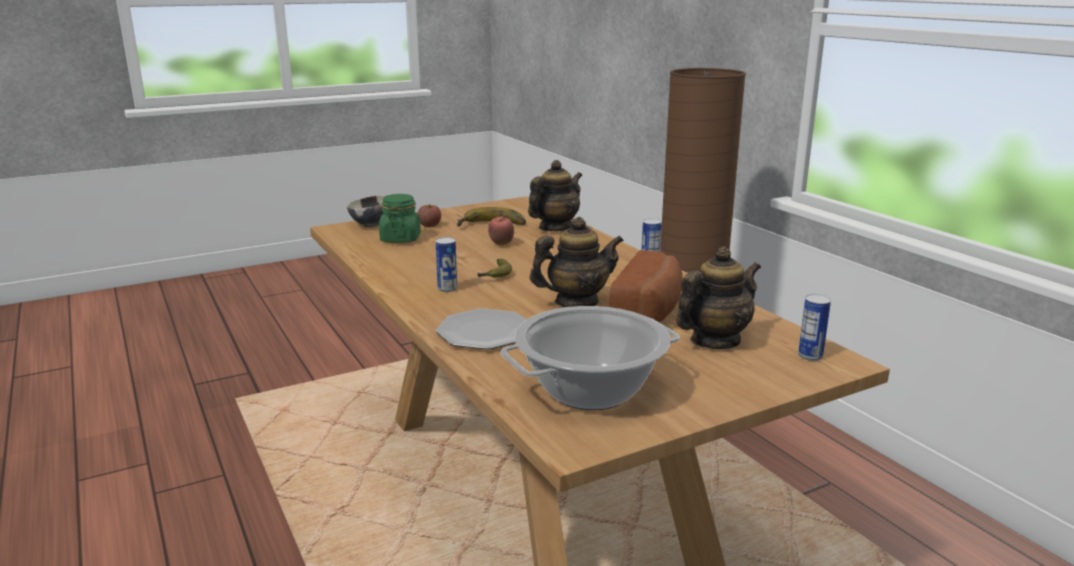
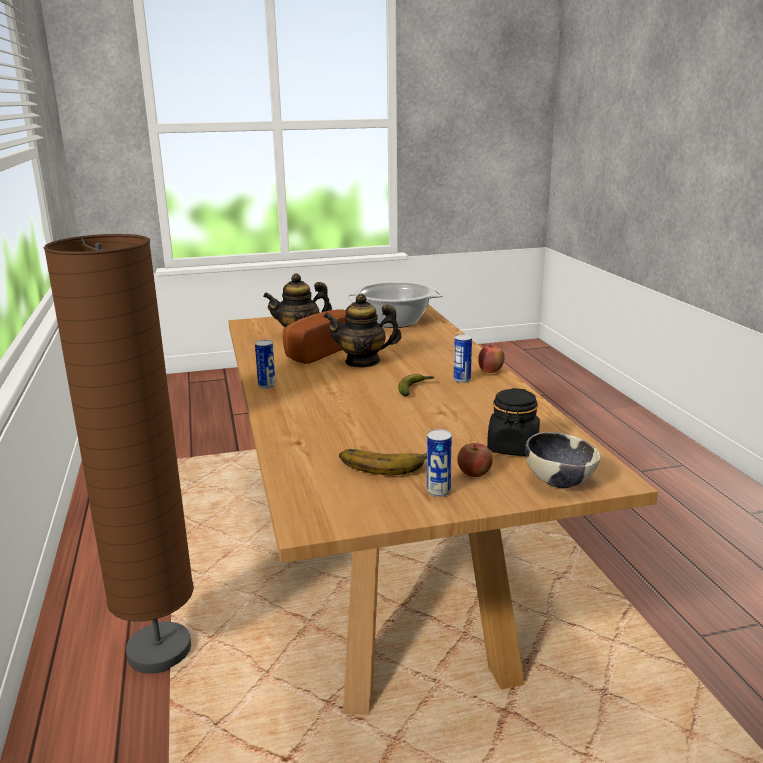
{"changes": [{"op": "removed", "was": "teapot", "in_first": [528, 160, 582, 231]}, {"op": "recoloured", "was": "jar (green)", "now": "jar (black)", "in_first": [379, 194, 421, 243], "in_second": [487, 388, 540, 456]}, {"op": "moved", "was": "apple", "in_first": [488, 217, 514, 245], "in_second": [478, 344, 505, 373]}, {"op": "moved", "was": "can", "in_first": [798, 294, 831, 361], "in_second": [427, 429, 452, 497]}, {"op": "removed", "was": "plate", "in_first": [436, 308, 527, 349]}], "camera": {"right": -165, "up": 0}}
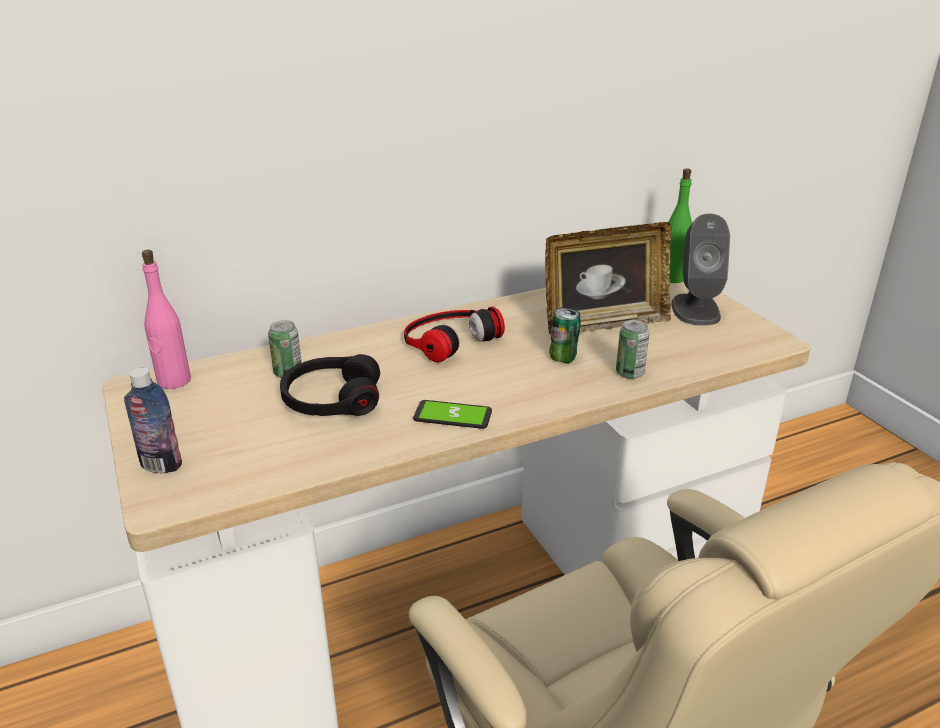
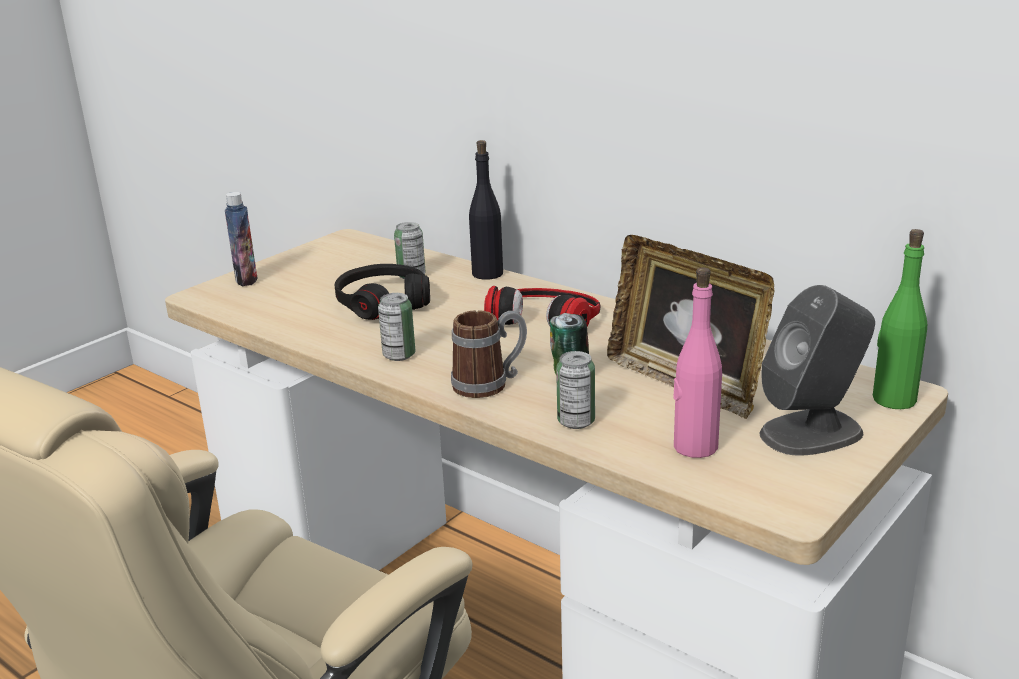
{"changes": [{"op": "moved", "was": "bottle (pink)", "in_first": [142, 250, 191, 389], "in_second": [674, 268, 722, 458]}, {"op": "replaced", "was": "phone", "now": "can", "in_first": [413, 400, 492, 429], "in_second": [378, 293, 416, 361]}, {"op": "added", "now": "bottle (black)", "in_second": [469, 140, 503, 280]}, {"op": "added", "now": "mug", "in_second": [451, 310, 527, 398]}], "camera": {"right": 65, "up": -5}}
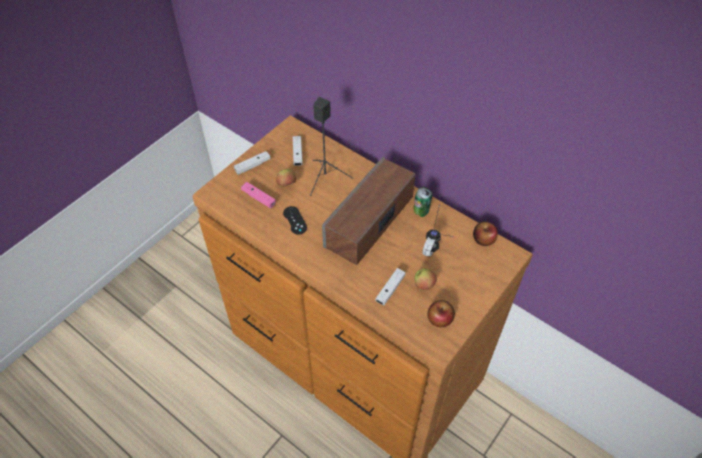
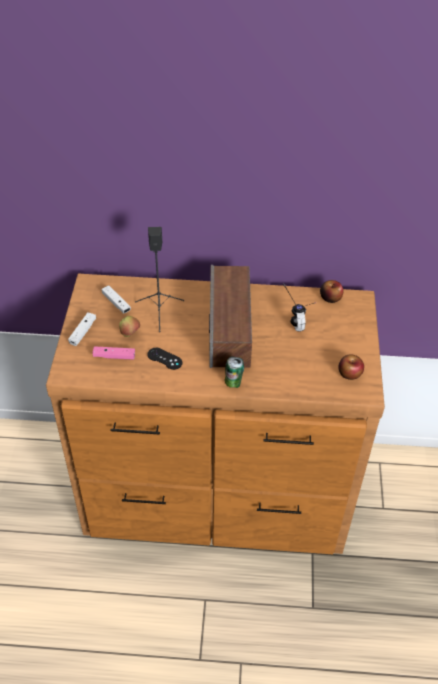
{"changes": [{"op": "moved", "was": "can", "in_first": [414, 187, 432, 217], "in_second": [225, 356, 244, 388]}, {"op": "removed", "was": "game controller (white)", "in_first": [375, 268, 406, 305]}, {"op": "removed", "was": "apple", "in_first": [415, 268, 437, 291]}], "camera": {"right": -35, "up": -5}}
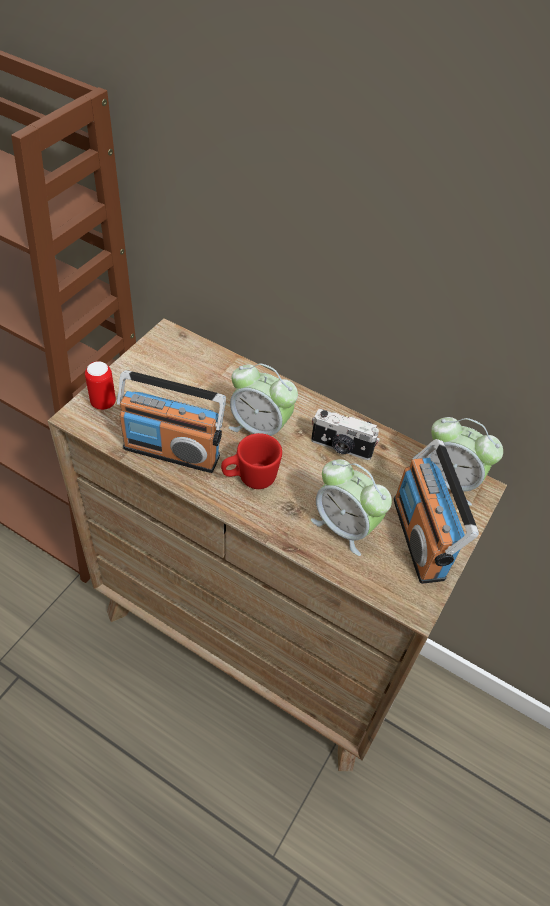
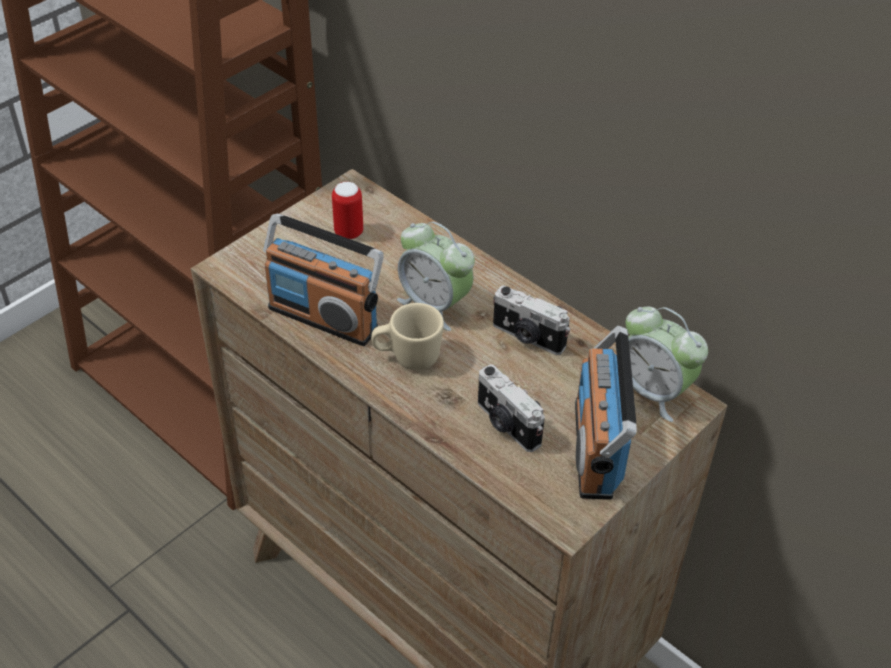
{"changes": [{"op": "moved", "was": "can", "in_first": [85, 361, 116, 410], "in_second": [332, 182, 363, 239]}, {"op": "recoloured", "was": "mug (red)", "now": "mug (beige)", "in_first": [221, 433, 282, 489], "in_second": [371, 303, 444, 371]}, {"op": "replaced", "was": "alarm clock", "now": "photo camera", "in_first": [311, 459, 392, 556], "in_second": [478, 364, 545, 452]}], "camera": {"right": 15, "up": -5}}
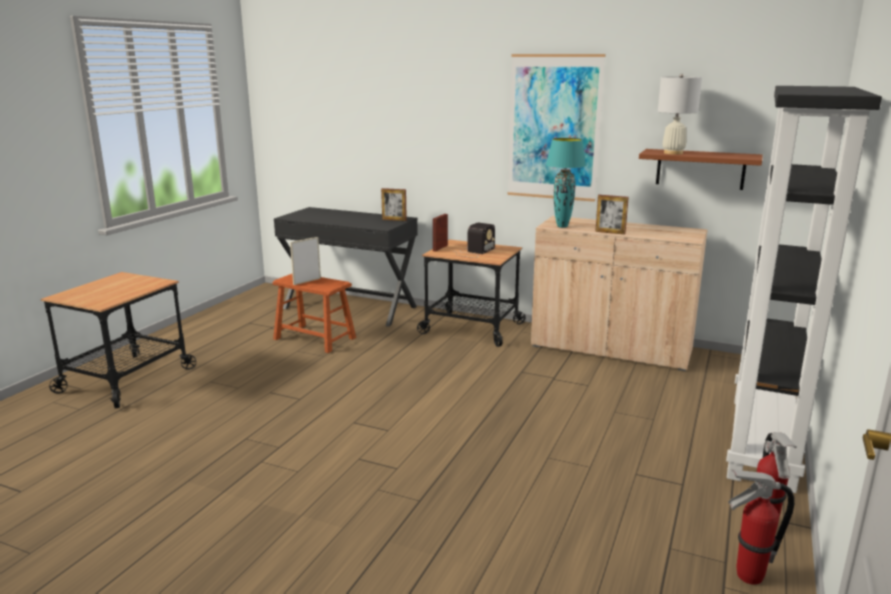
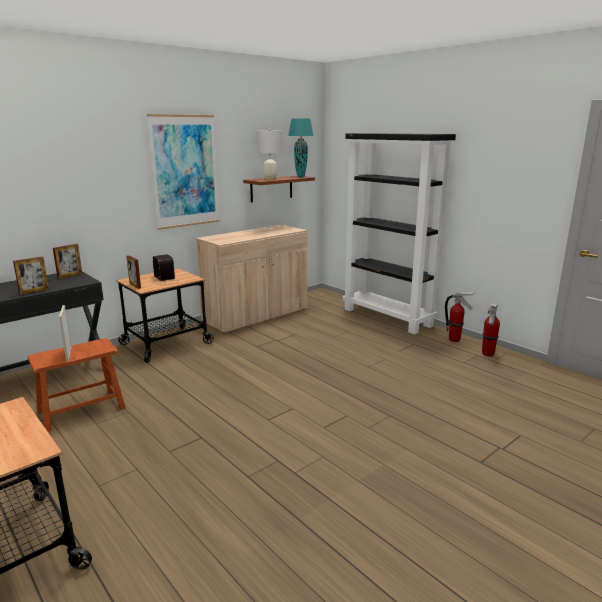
{"changes": [{"op": "moved", "was": "table lamp (turquoise)", "in_first": [546, 138, 586, 228], "in_second": [288, 119, 314, 177]}, {"op": "moved", "was": "picture frame", "in_first": [595, 195, 629, 235], "in_second": [13, 257, 49, 295]}], "camera": {"right": -65, "up": 0}}
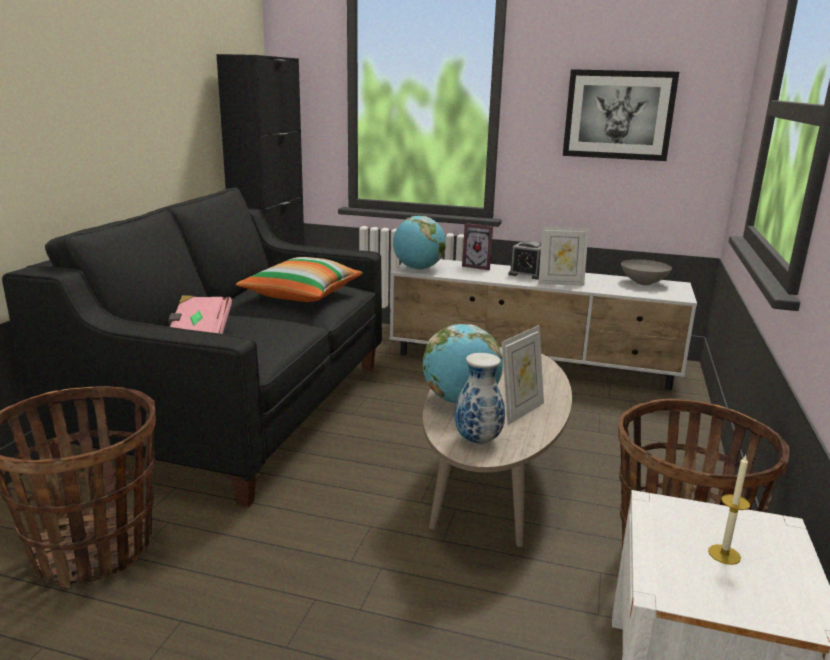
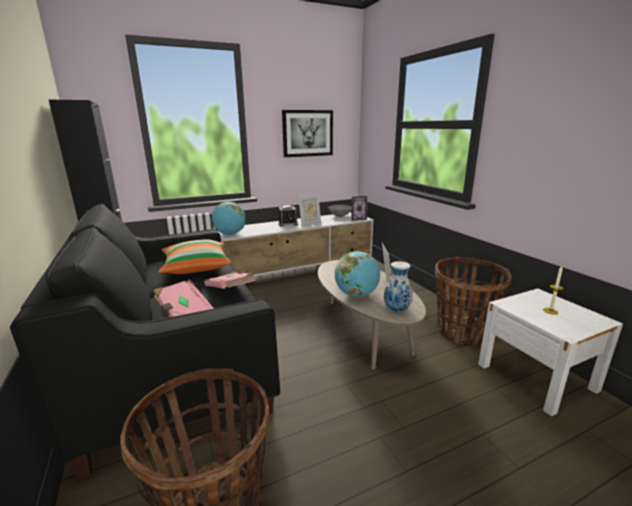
{"changes": [{"op": "moved", "was": "picture frame", "in_first": [462, 223, 493, 270], "in_second": [352, 196, 368, 221]}, {"op": "added", "now": "book (pink)", "in_second": [204, 271, 255, 289]}], "camera": {"right": -40, "up": 0}}
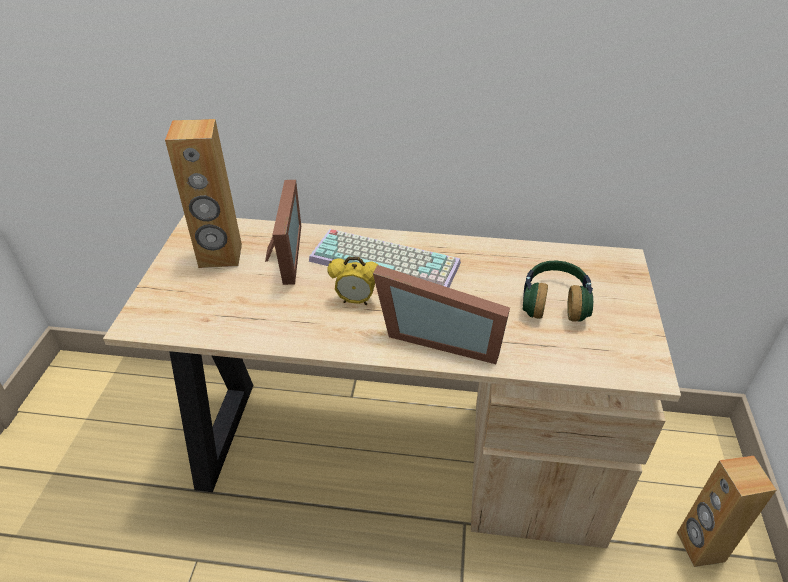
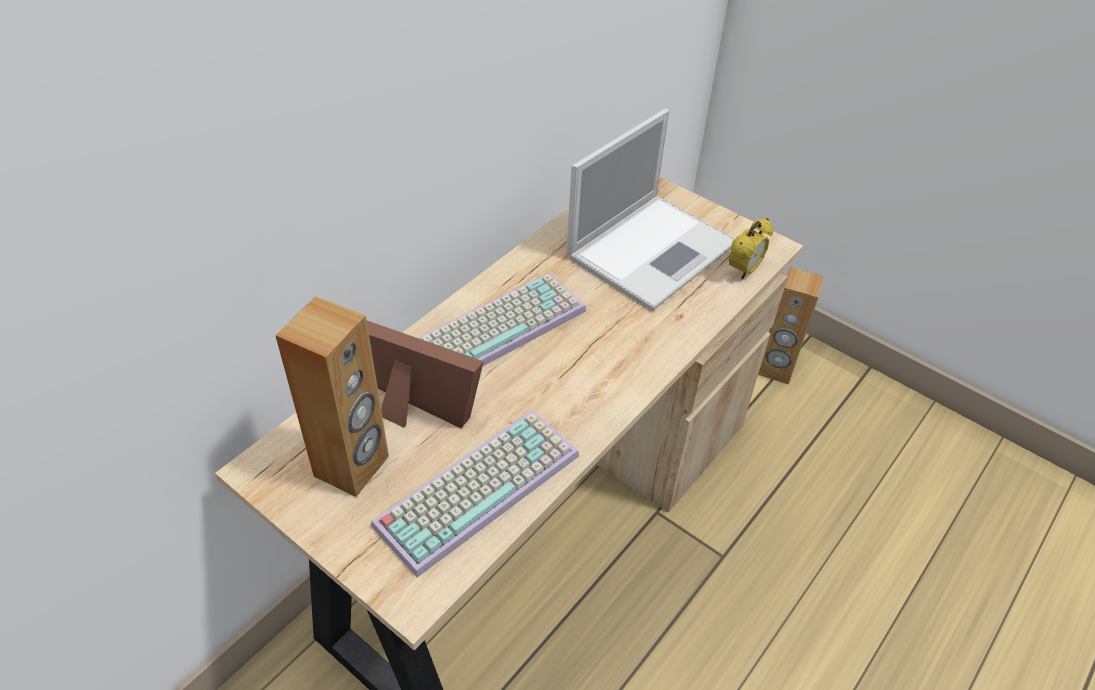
{"changes": [{"op": "moved", "was": "alarm clock", "in_first": [327, 257, 378, 305], "in_second": [729, 218, 774, 279]}, {"op": "replaced", "was": "headphones", "now": "laptop", "in_first": [522, 261, 593, 321], "in_second": [566, 109, 734, 311]}, {"op": "removed", "was": "picture frame", "in_first": [373, 265, 510, 364]}, {"op": "added", "now": "keyboard", "in_second": [371, 410, 579, 578]}], "camera": {"right": -60, "up": 5}}
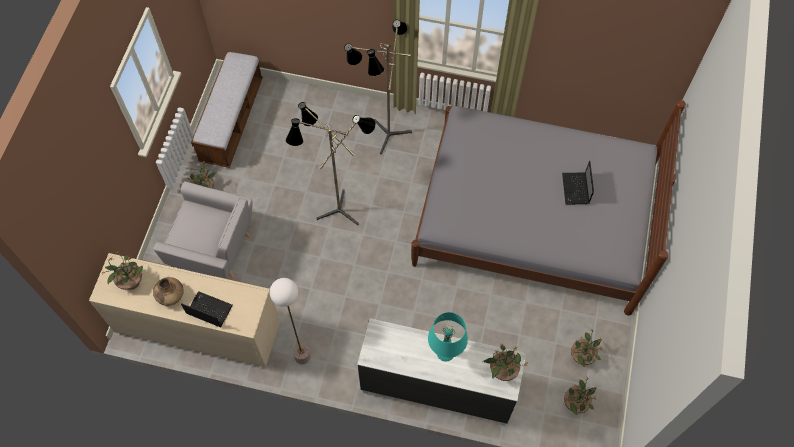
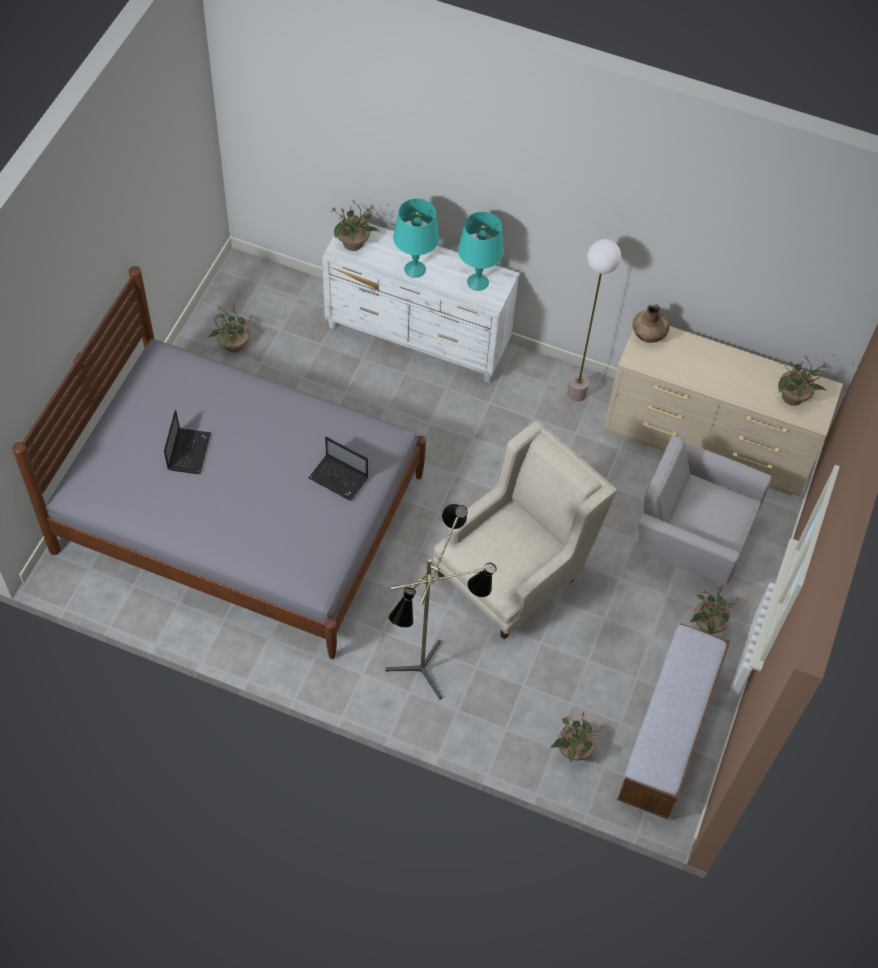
{"changes": [{"op": "replaced", "was": "floor lamp", "now": "armchair (beige)", "in_first": [286, 102, 376, 225], "in_second": [433, 420, 617, 640]}, {"op": "moved", "was": "vase (brown)", "in_first": [153, 277, 184, 306], "in_second": [633, 304, 669, 343]}, {"op": "moved", "was": "laptop", "in_first": [181, 291, 232, 327], "in_second": [309, 437, 368, 501]}, {"op": "moved", "was": "potted plant", "in_first": [564, 376, 597, 415], "in_second": [550, 712, 605, 762]}, {"op": "added", "now": "table lamp (turquoise)", "in_second": [458, 212, 504, 291]}], "camera": {"right": -175, "up": -5}}
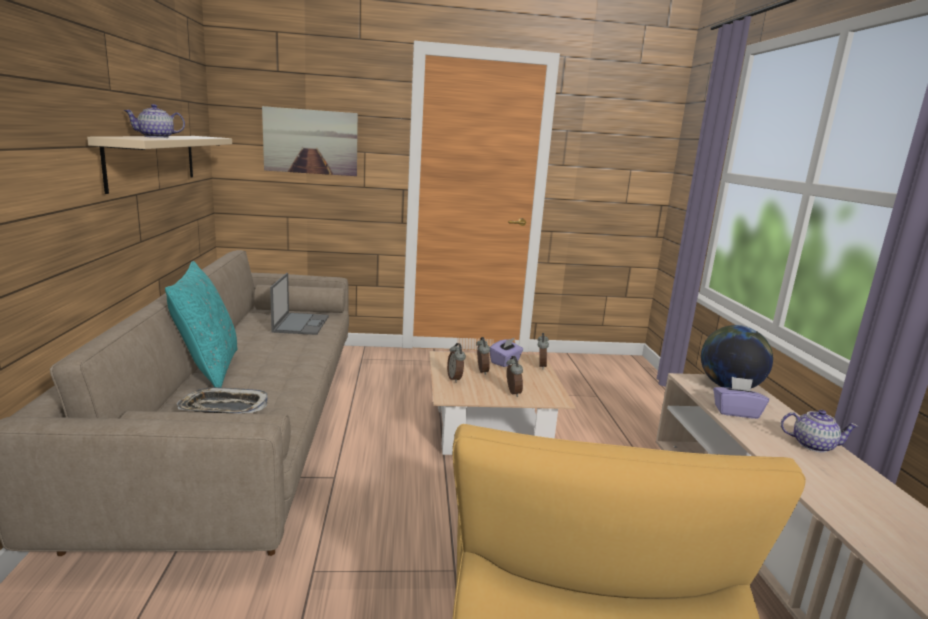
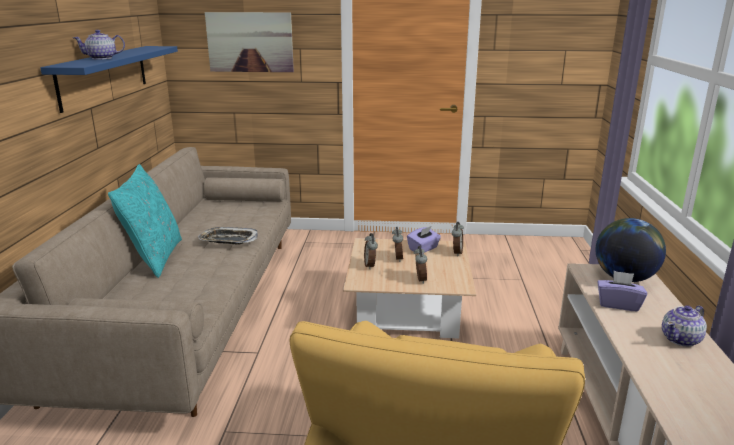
{"changes": [{"op": "recoloured", "was": "shelf (beige)", "now": "shelf (blue)", "in_first": [87, 136, 232, 194], "in_second": [40, 46, 178, 113]}, {"op": "removed", "was": "laptop", "in_first": [270, 273, 329, 335]}, {"op": "moved", "was": "tray", "in_first": [177, 387, 268, 414], "in_second": [198, 227, 258, 245]}, {"op": "turned", "was": "teapot", "in_first": [781, 410, 859, 453], "in_second": [662, 305, 707, 347], "clockwise": 120}], "camera": {"right": 10, "up": 5}}
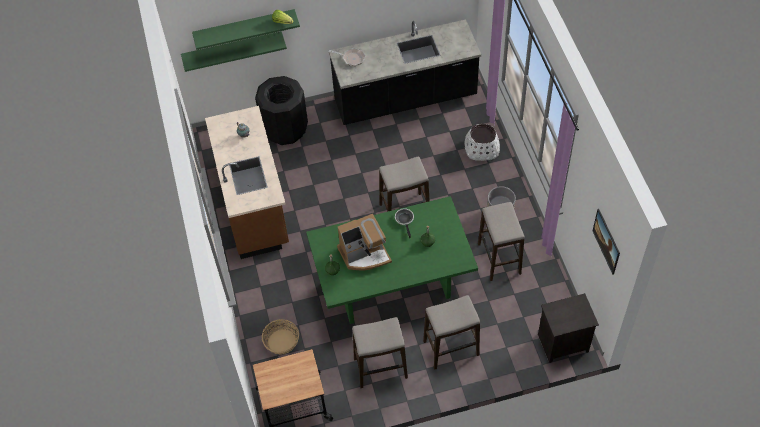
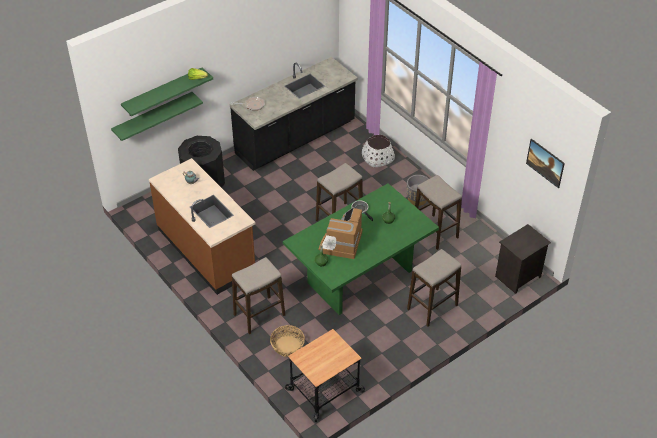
{"changes": [{"op": "turned", "was": "coffee machine", "in_first": [337, 214, 392, 271], "in_second": [318, 208, 362, 259], "clockwise": 150}, {"op": "moved", "was": "stool", "in_first": [352, 317, 408, 388], "in_second": [232, 257, 285, 334]}], "camera": {"right": -25, "up": -10}}
